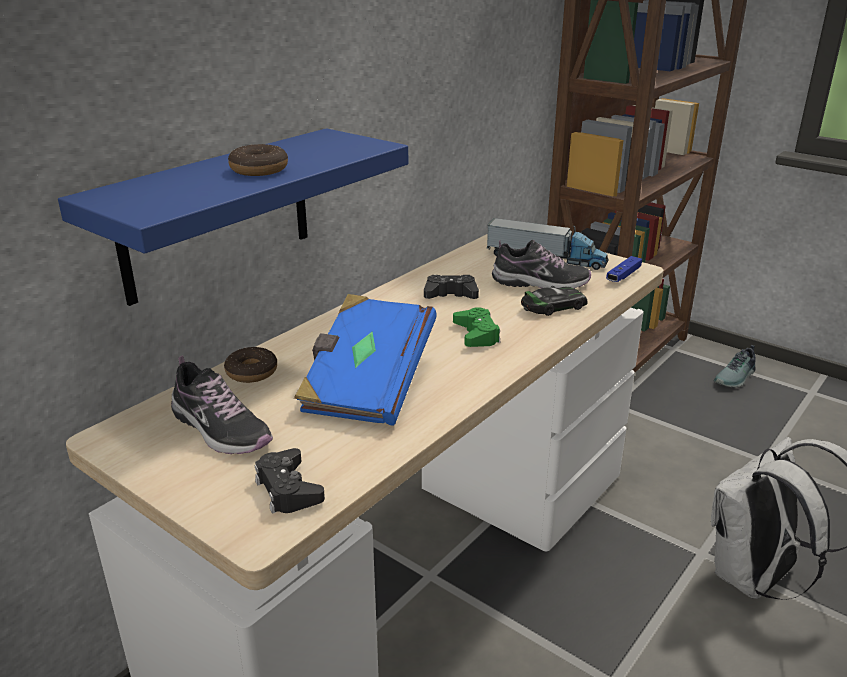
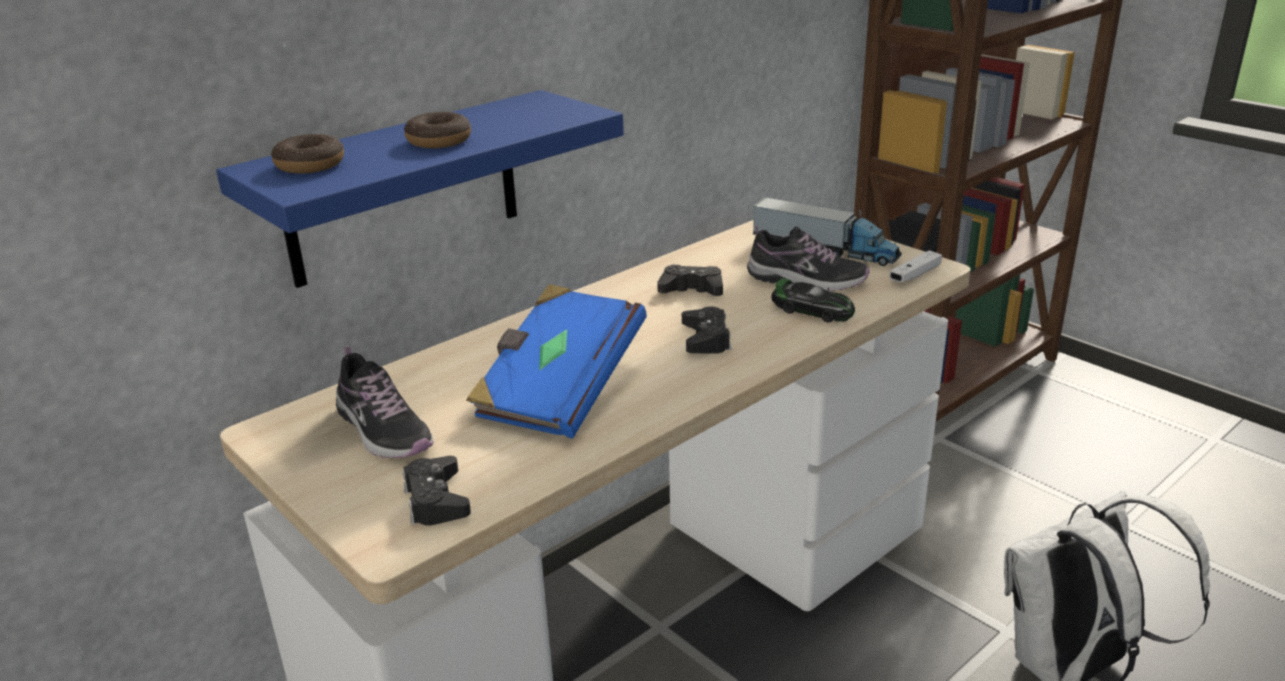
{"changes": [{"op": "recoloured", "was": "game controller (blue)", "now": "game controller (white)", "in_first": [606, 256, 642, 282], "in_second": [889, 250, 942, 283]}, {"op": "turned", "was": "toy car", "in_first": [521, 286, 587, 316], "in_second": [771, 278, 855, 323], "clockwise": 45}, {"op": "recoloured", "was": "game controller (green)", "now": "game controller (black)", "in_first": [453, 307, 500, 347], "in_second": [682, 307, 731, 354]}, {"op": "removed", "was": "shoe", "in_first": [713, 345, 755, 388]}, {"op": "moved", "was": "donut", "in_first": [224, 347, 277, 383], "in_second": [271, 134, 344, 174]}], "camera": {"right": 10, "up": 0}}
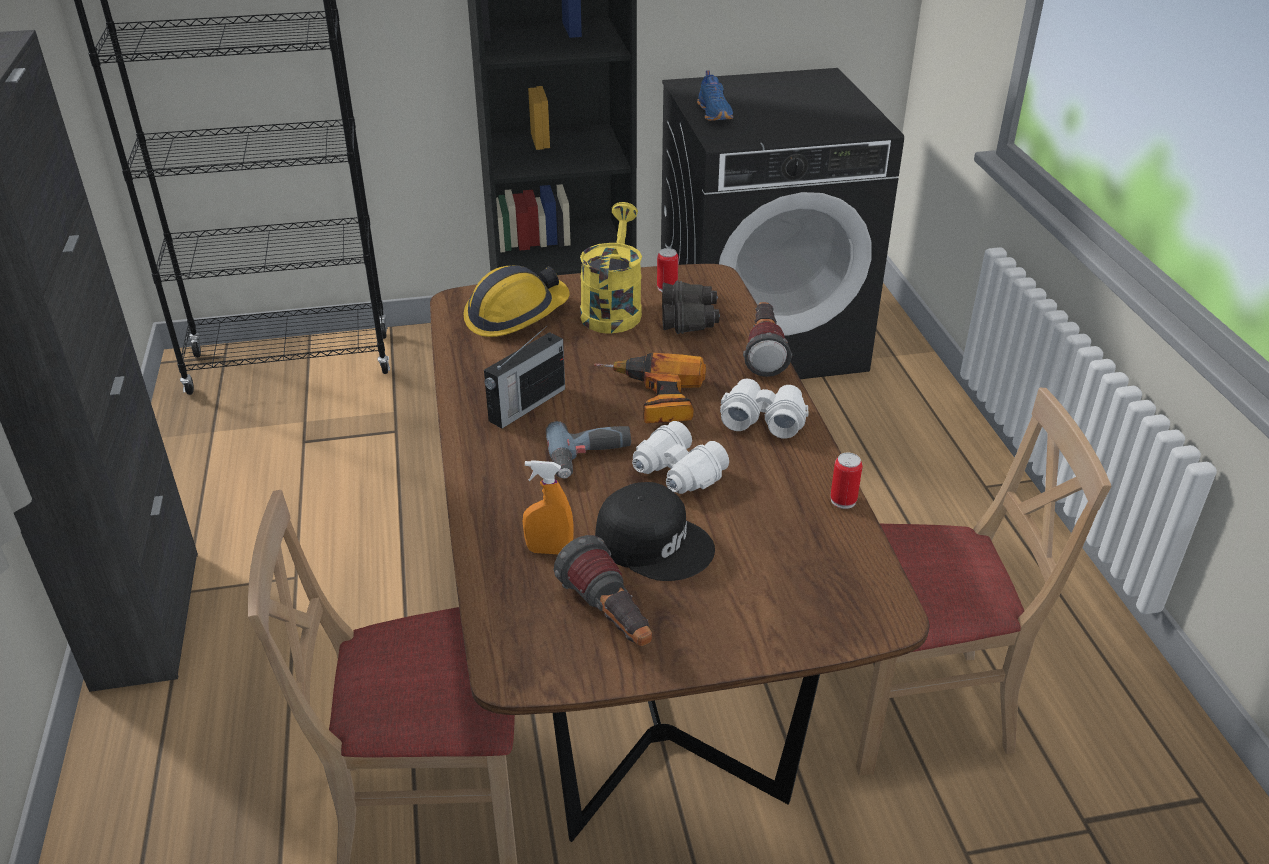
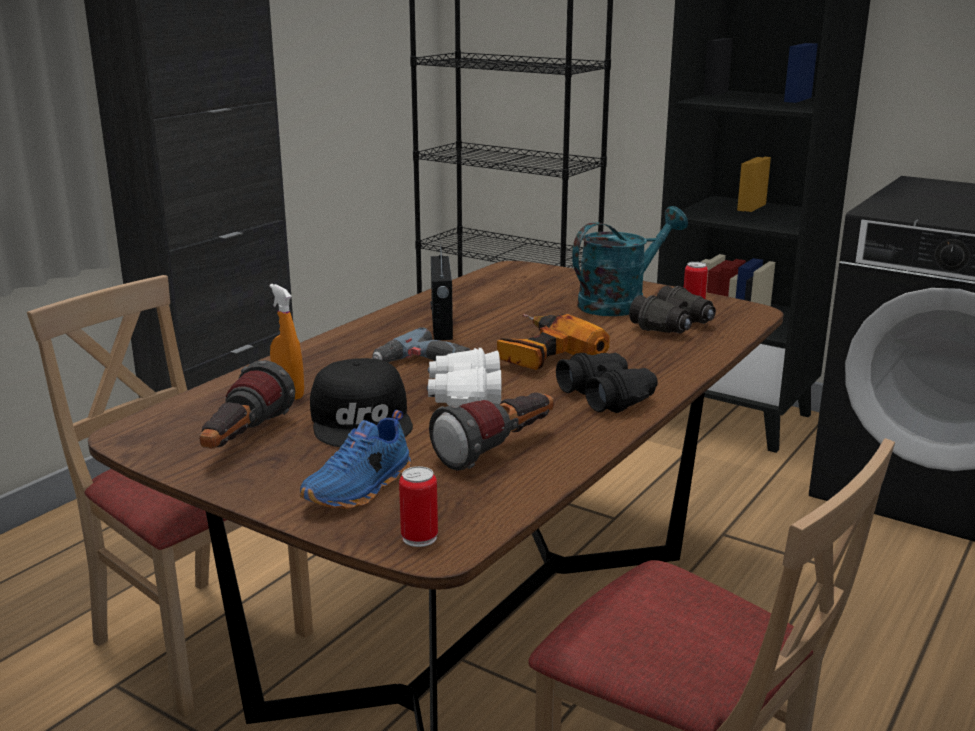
{"changes": [{"op": "moved", "was": "shoe (blue)", "in_first": [697, 70, 733, 121], "in_second": [300, 410, 411, 509]}, {"op": "recoloured", "was": "watering can (yellow)", "now": "watering can (turquoise)", "in_first": [580, 202, 642, 334], "in_second": [572, 206, 688, 316]}, {"op": "removed", "was": "hard hat", "in_first": [463, 266, 570, 337]}, {"op": "moved", "was": "flashlight", "in_first": [743, 302, 792, 377], "in_second": [429, 392, 554, 471]}, {"op": "turned", "was": "radio", "in_first": [484, 325, 565, 429], "in_second": [431, 243, 453, 340], "clockwise": -90}, {"op": "recoloured", "was": "binoculars (white)", "now": "binoculars (black)", "in_first": [720, 379, 809, 438], "in_second": [556, 353, 658, 413]}, {"op": "moved", "was": "can", "in_first": [830, 452, 862, 509], "in_second": [399, 466, 438, 547]}], "camera": {"right": 45, "up": -15}}
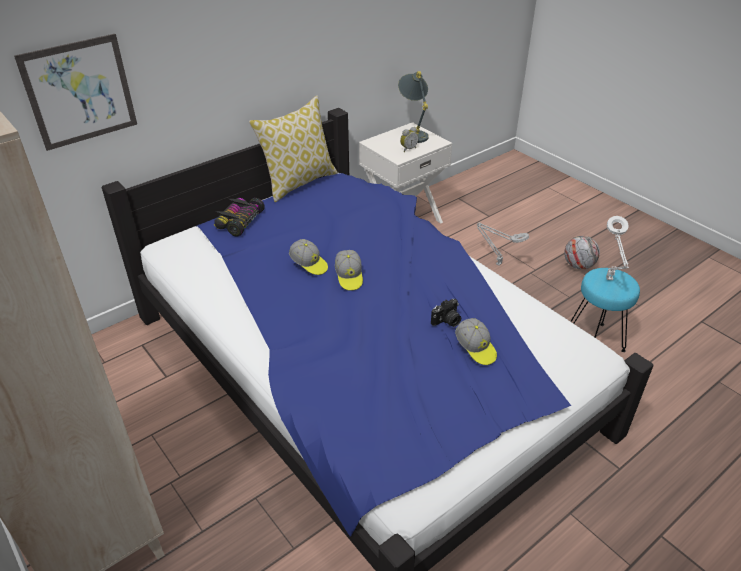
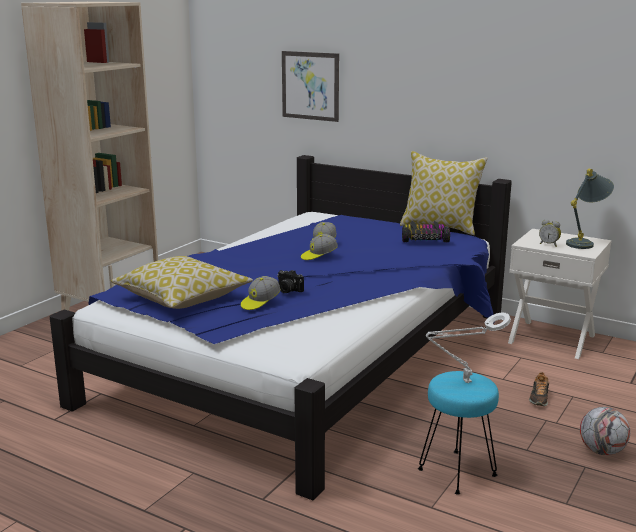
{"changes": [{"op": "moved", "was": "toy car", "in_first": [214, 198, 265, 237], "in_second": [402, 221, 450, 242]}, {"op": "replaced", "was": "table lamp (grey)", "now": "shoe", "in_first": [477, 223, 529, 266], "in_second": [529, 372, 549, 406]}, {"op": "added", "now": "pillow", "in_second": [111, 256, 253, 309]}], "camera": {"right": 70, "up": -20}}
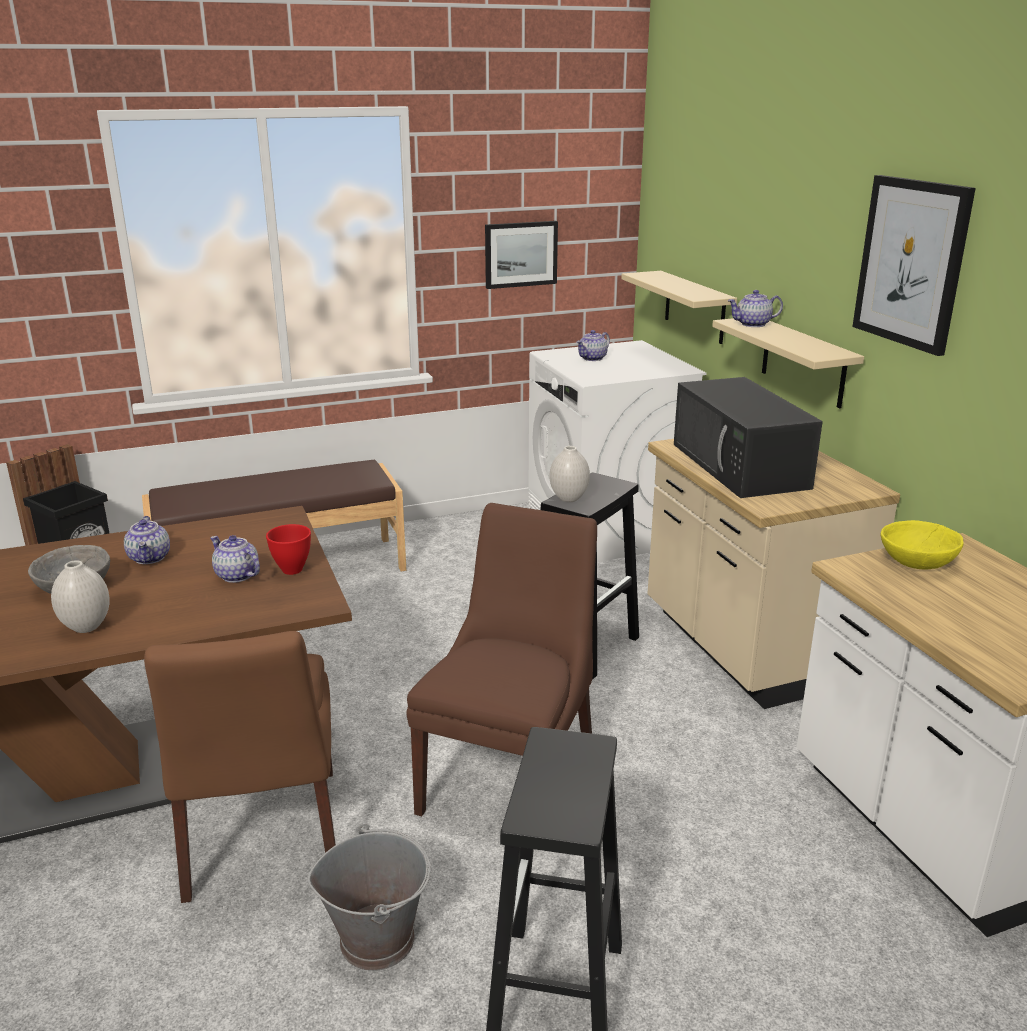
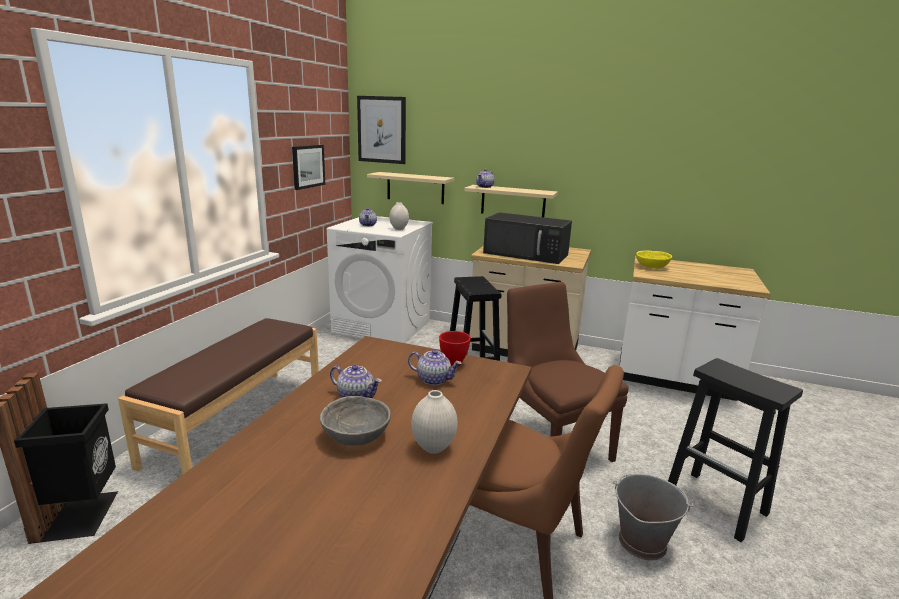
{"changes": [{"op": "moved", "was": "picture", "in_first": [852, 175, 976, 356], "in_second": [357, 96, 406, 164]}, {"op": "moved", "was": "vase (white)", "in_first": [549, 446, 590, 502], "in_second": [389, 202, 409, 230]}, {"op": "turned", "was": "teapot", "in_first": [210, 535, 260, 583], "in_second": [408, 350, 462, 385], "clockwise": -150}], "camera": {"right": -50, "up": -5}}
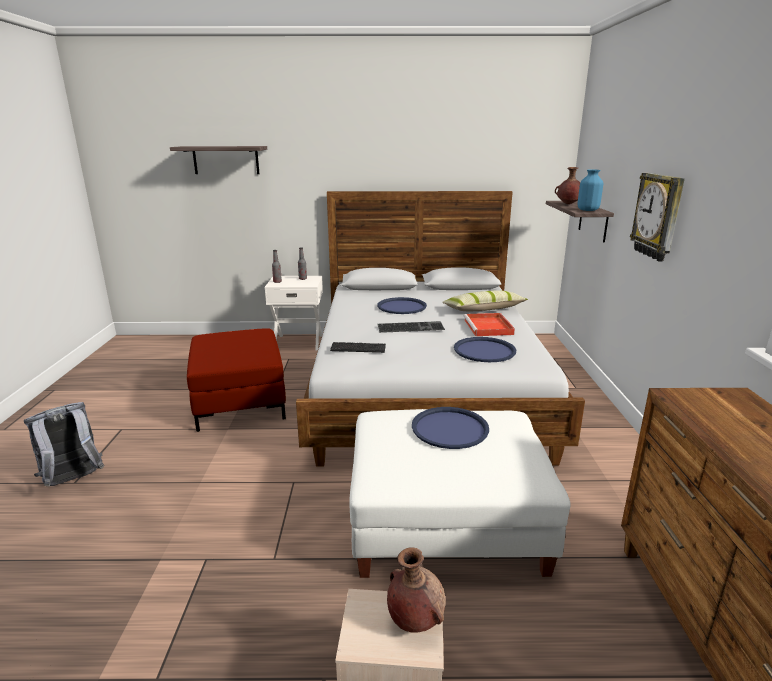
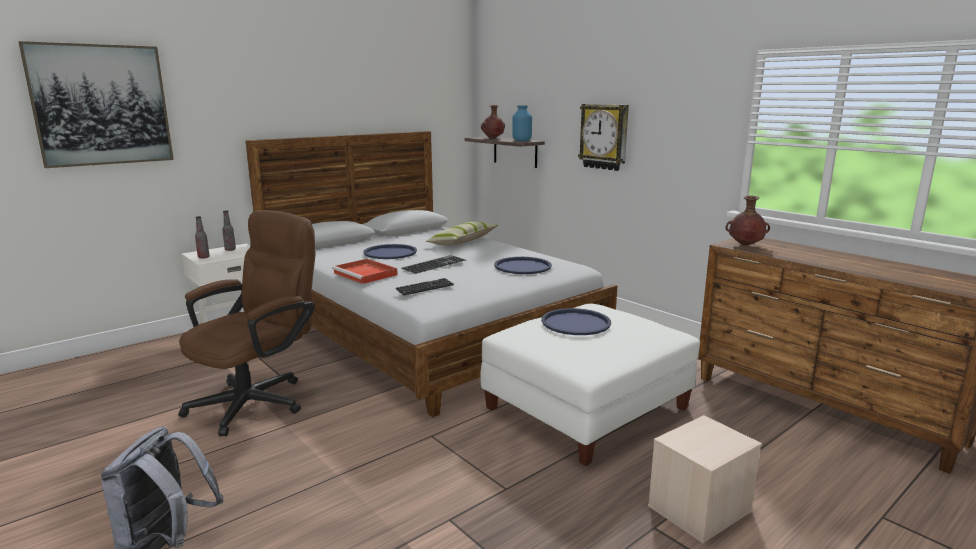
{"changes": [{"op": "replaced", "was": "shelf", "now": "picture", "in_first": [170, 146, 267, 174], "in_second": [19, 41, 174, 168]}, {"op": "moved", "was": "tray (red)", "in_first": [464, 313, 515, 336], "in_second": [332, 259, 398, 284]}, {"op": "replaced", "was": "ottoman (red)", "now": "office chair (brown)", "in_first": [187, 328, 286, 432], "in_second": [178, 210, 315, 436]}, {"op": "moved", "was": "vase (brown)", "in_first": [387, 547, 445, 633], "in_second": [726, 195, 770, 245]}], "camera": {"right": -40, "up": -5}}
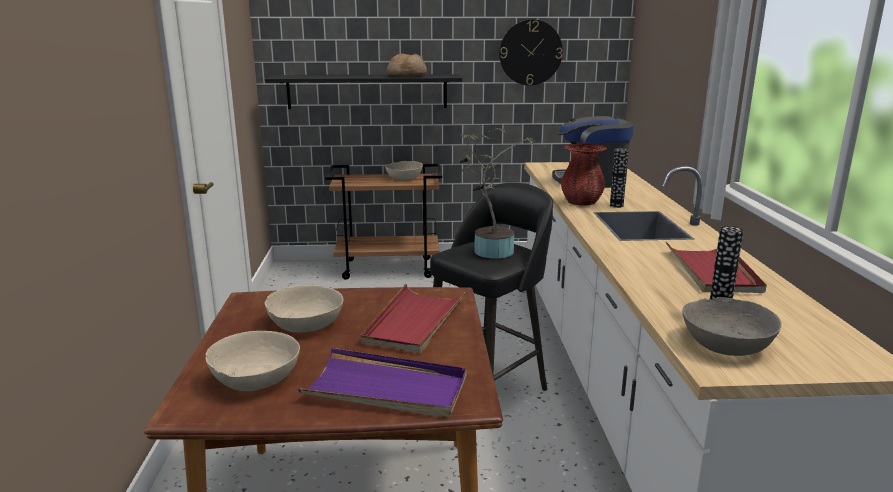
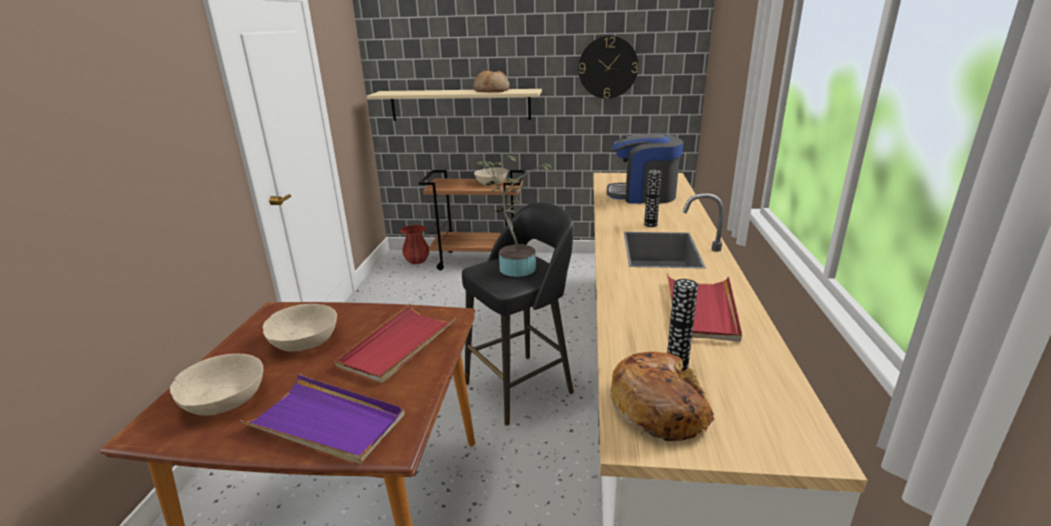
{"changes": [{"op": "recoloured", "was": "shelf (black)", "now": "shelf (beige)", "in_first": [265, 74, 462, 109], "in_second": [367, 89, 542, 121]}, {"op": "moved", "was": "vase (red)", "in_first": [561, 144, 607, 206], "in_second": [400, 225, 429, 264]}, {"op": "replaced", "was": "bowl (grey)", "now": "bread", "in_first": [682, 297, 781, 356], "in_second": [610, 352, 715, 441]}], "camera": {"right": 10, "up": 5}}
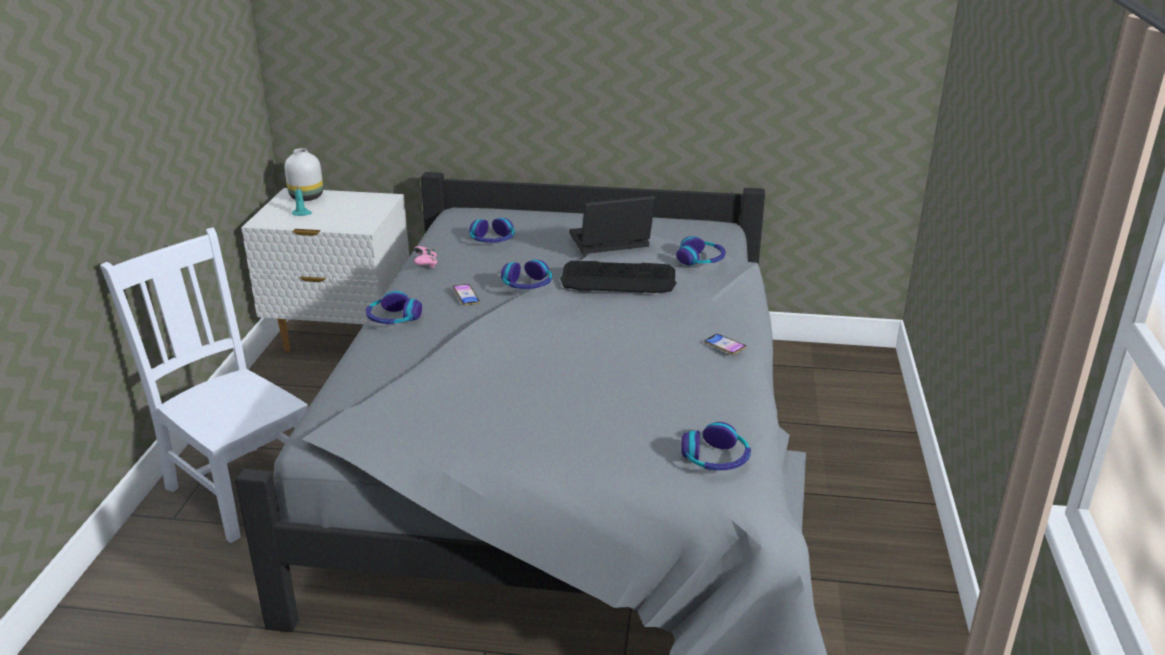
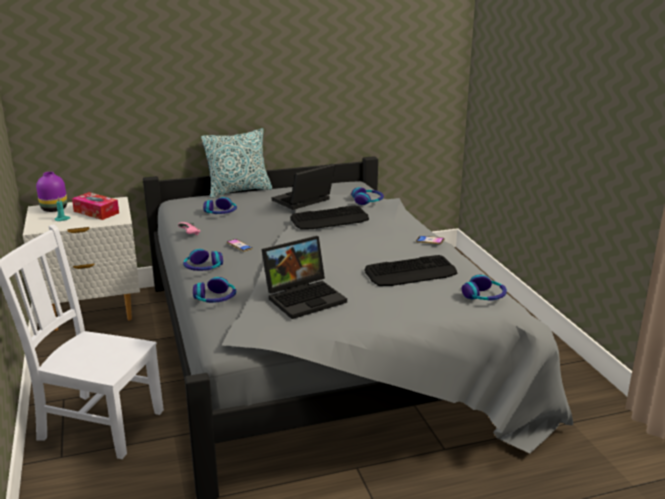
{"changes": [{"op": "recoloured", "was": "vase (white)", "now": "vase (purple)", "in_first": [285, 148, 323, 201], "in_second": [36, 172, 67, 212]}, {"op": "moved", "was": "headphones", "in_first": [501, 260, 552, 289], "in_second": [193, 277, 236, 303]}, {"op": "added", "now": "pillow", "in_second": [201, 128, 272, 198]}, {"op": "added", "now": "tissue box", "in_second": [72, 192, 119, 220]}, {"op": "added", "now": "laptop", "in_second": [262, 236, 347, 319]}, {"op": "added", "now": "keyboard", "in_second": [364, 255, 457, 286]}], "camera": {"right": -25, "up": -5}}
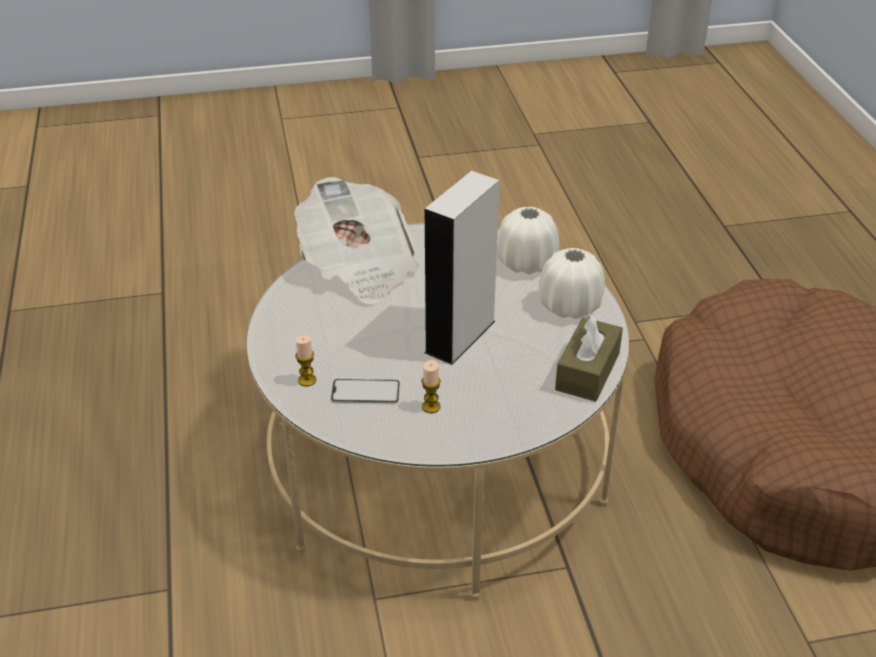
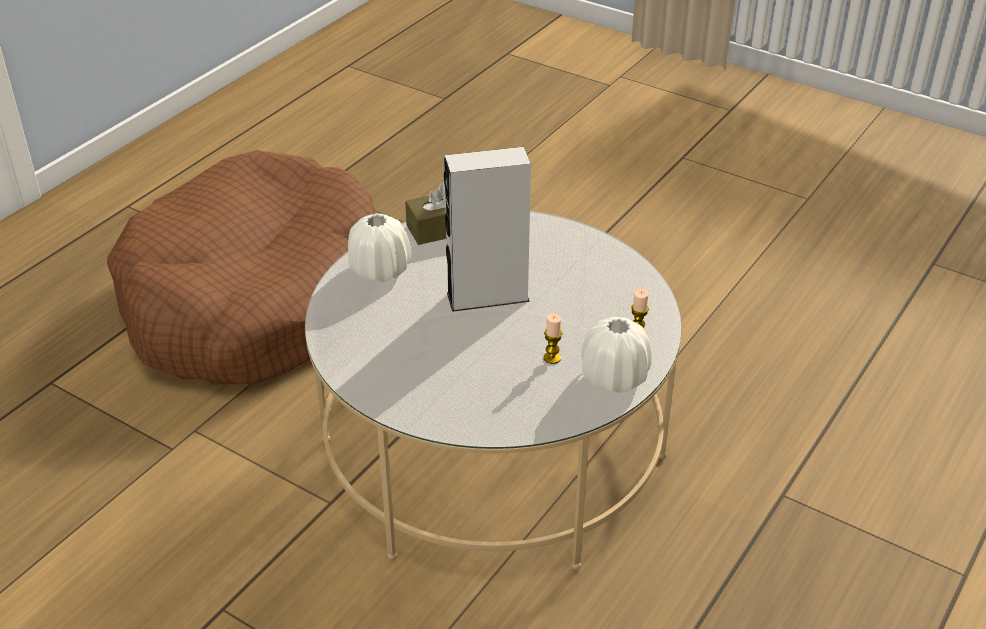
{"changes": [{"op": "removed", "was": "newspaper", "in_first": [294, 177, 419, 305]}, {"op": "moved", "was": "vase (white)", "in_first": [497, 207, 559, 274], "in_second": [582, 317, 652, 393]}, {"op": "moved", "was": "candle", "in_first": [421, 360, 441, 413], "in_second": [544, 314, 562, 364]}, {"op": "removed", "was": "phone", "in_first": [331, 379, 400, 404]}], "camera": {"right": -135, "up": 0}}
